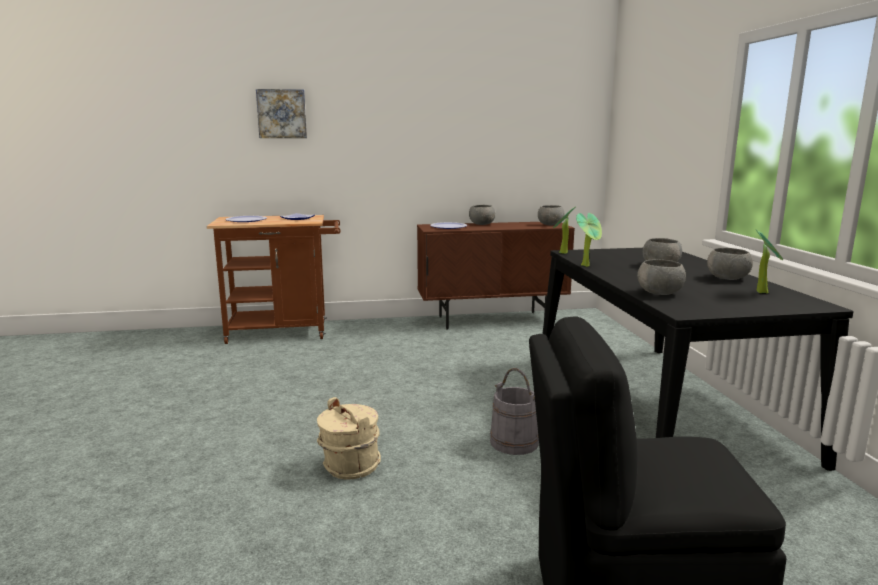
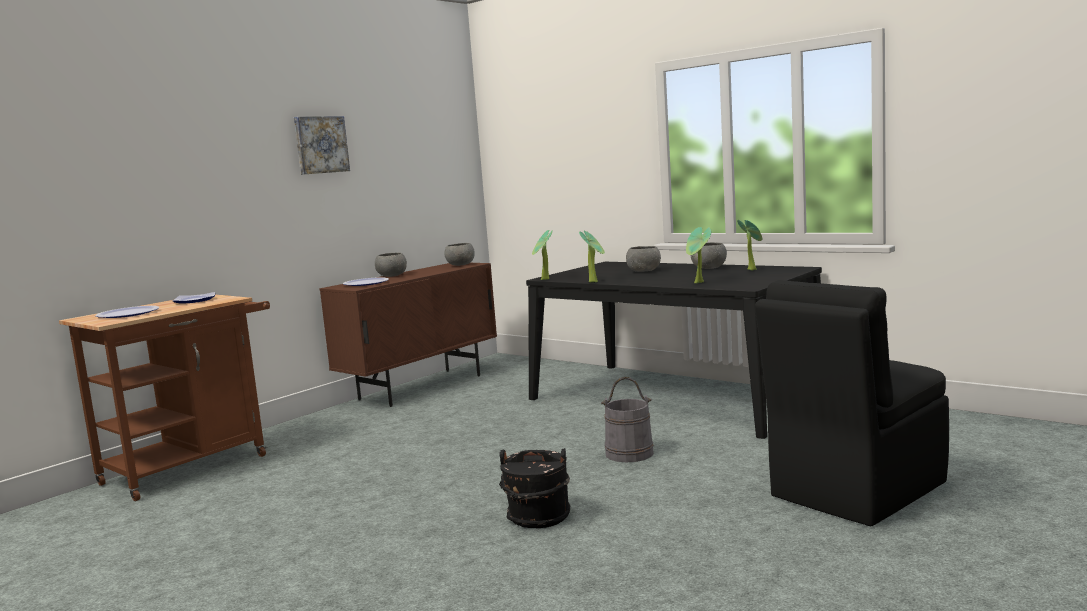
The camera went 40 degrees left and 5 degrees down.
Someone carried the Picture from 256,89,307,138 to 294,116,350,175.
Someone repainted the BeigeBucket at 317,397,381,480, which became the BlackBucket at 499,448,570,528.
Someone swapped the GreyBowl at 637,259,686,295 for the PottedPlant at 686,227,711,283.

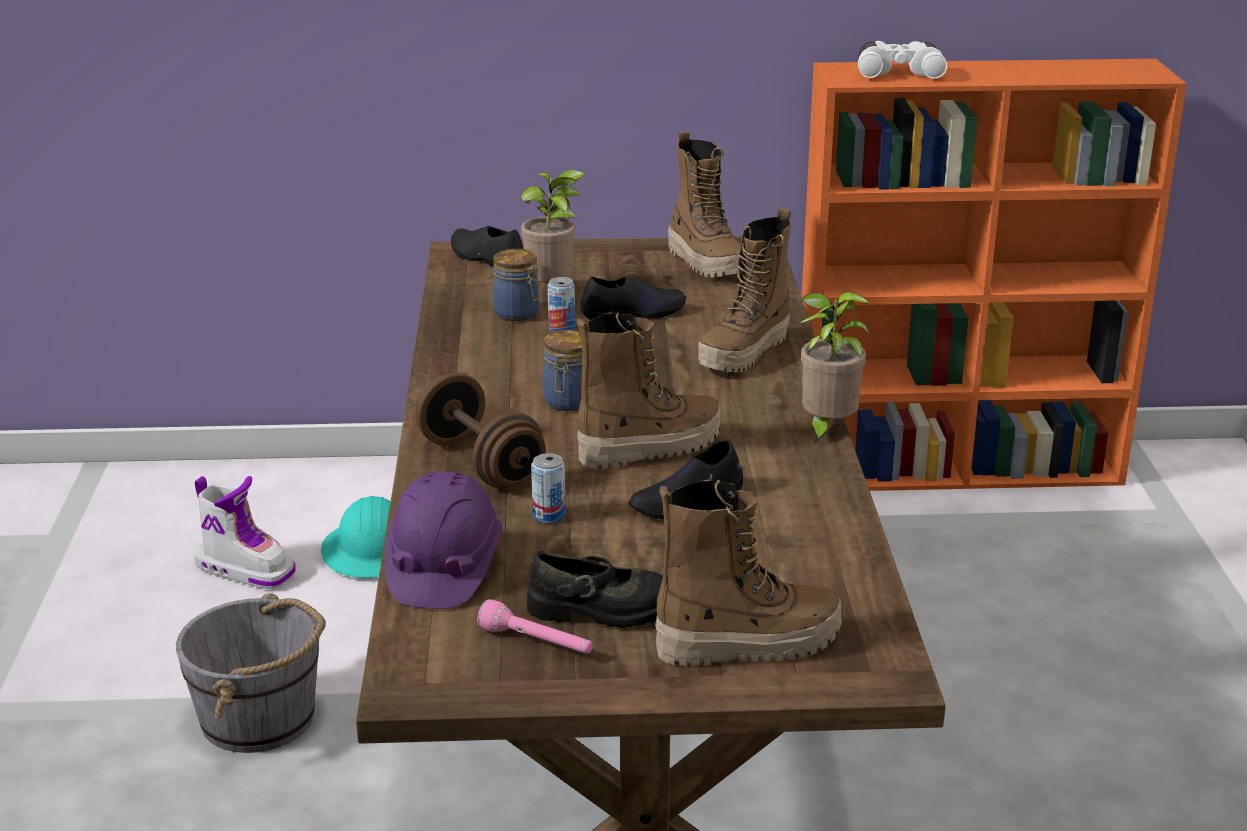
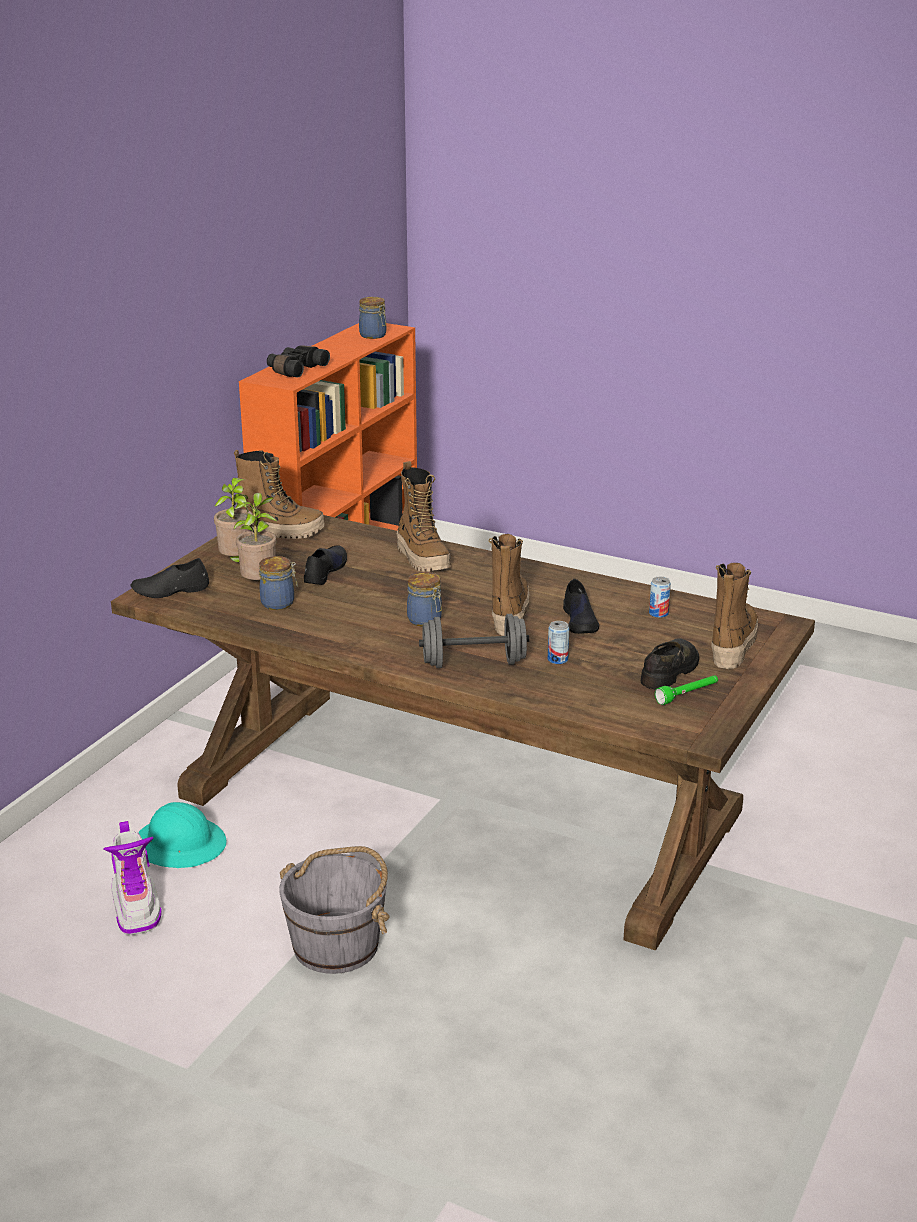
The camera went 60 degrees left and 0 degrees up.
Someone rotated the Boot at 194,476,296,589 by 105 degrees clockwise.
Someone took away the PurpleHardHat at 385,471,502,609.
Someone repainted the BrownDumbbell at 415,372,546,488, which became the GreyDumbbell at 419,614,529,668.
Someone repainted the PinkFlashlight at 477,599,593,654, which became the GreenFlashlight at 655,675,718,705.
Someone carried the Can from 548,277,575,332 to 649,577,671,618.
Someone carried the PottedPlant from 800,292,871,444 to 214,478,253,563.
Someone repainted the WhiteBinoculars at 858,41,947,79, which became the BlackBinoculars at 267,345,330,378.
Someone put down the Jar at 359,297,386,339.

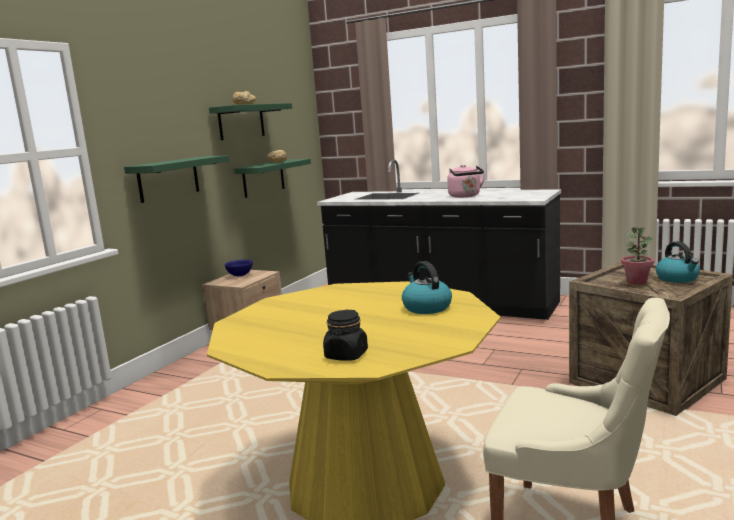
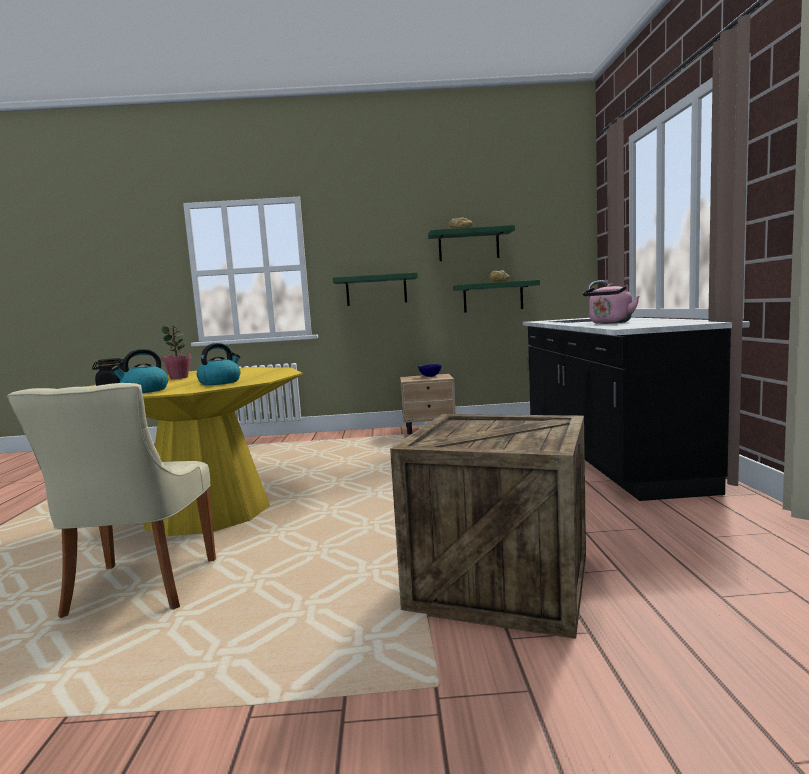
The camera went 60 degrees right and 5 degrees down.
Someone carried the PottedPlant from 621,227,654,285 to 161,325,192,379.
Someone carried the Kettle from 656,241,700,283 to 111,349,168,393.

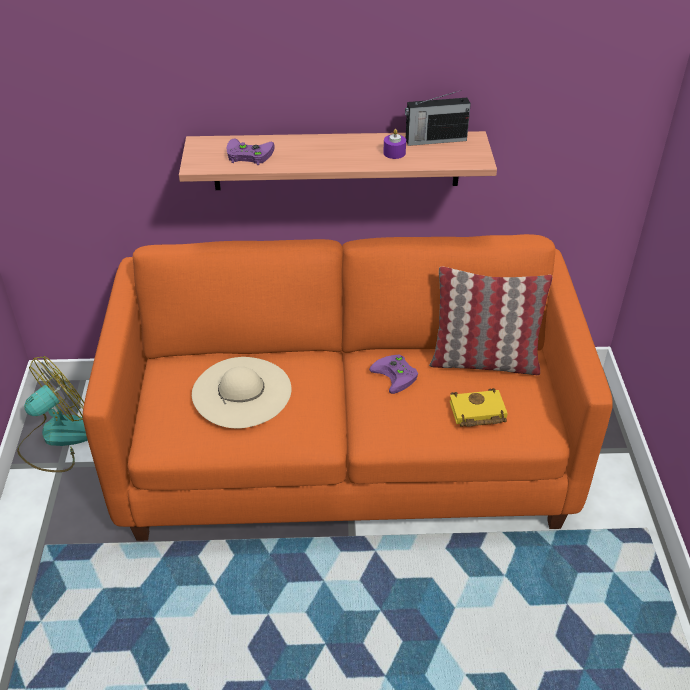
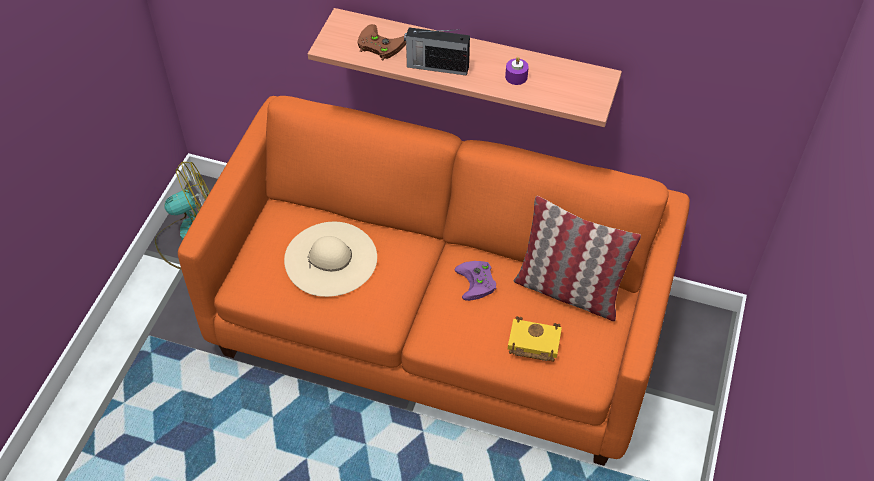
The camera went 20 degrees right and 10 degrees up.
Someone repainted the PurpleGameController at 227,139,275,165, which became the BrownGameController at 357,24,406,60.
Someone carried the Radio from 405,90,471,146 to 404,27,470,76.

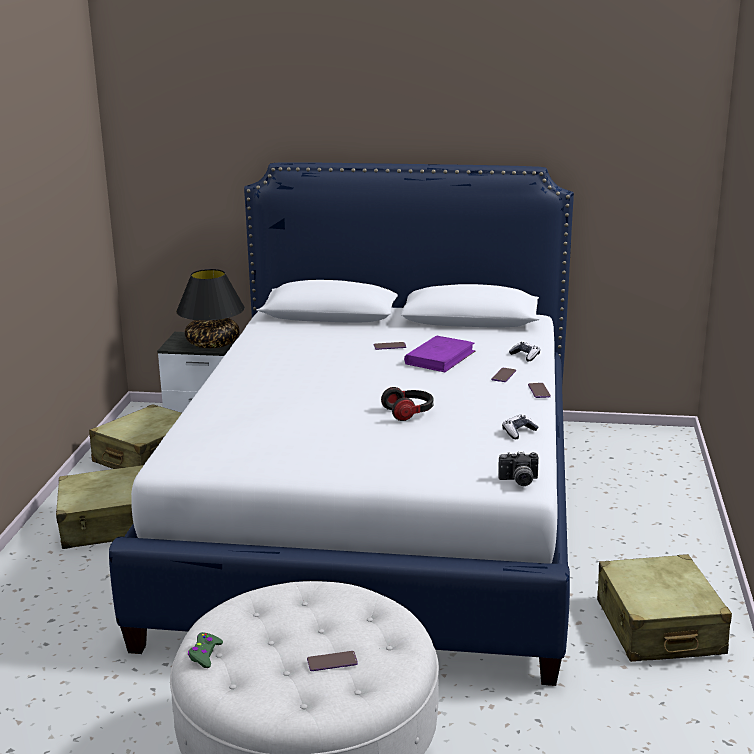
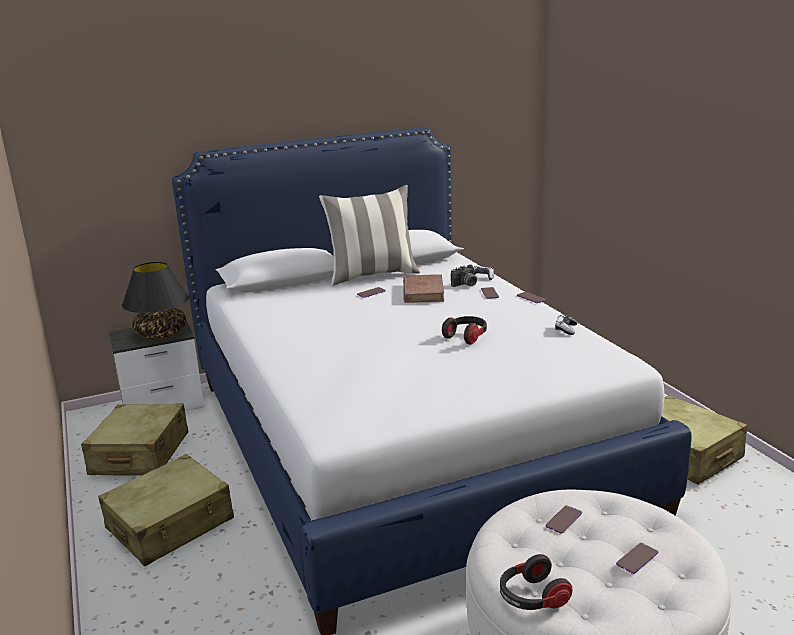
The camera went 30 degrees left and 0 degrees up.
Someone swapped the GreenGameController at 188,632,223,668 for the Headphones at 500,554,573,610.
Someone repainted the PurpleBook at 404,335,476,372, which became the BrownBook at 403,274,444,303.
Someone carried the PhotoCamera from 498,451,539,486 to 451,264,477,287.
Someone put down the Pillow at 319,185,420,286.
Someone put down the Phone at 545,505,582,534.

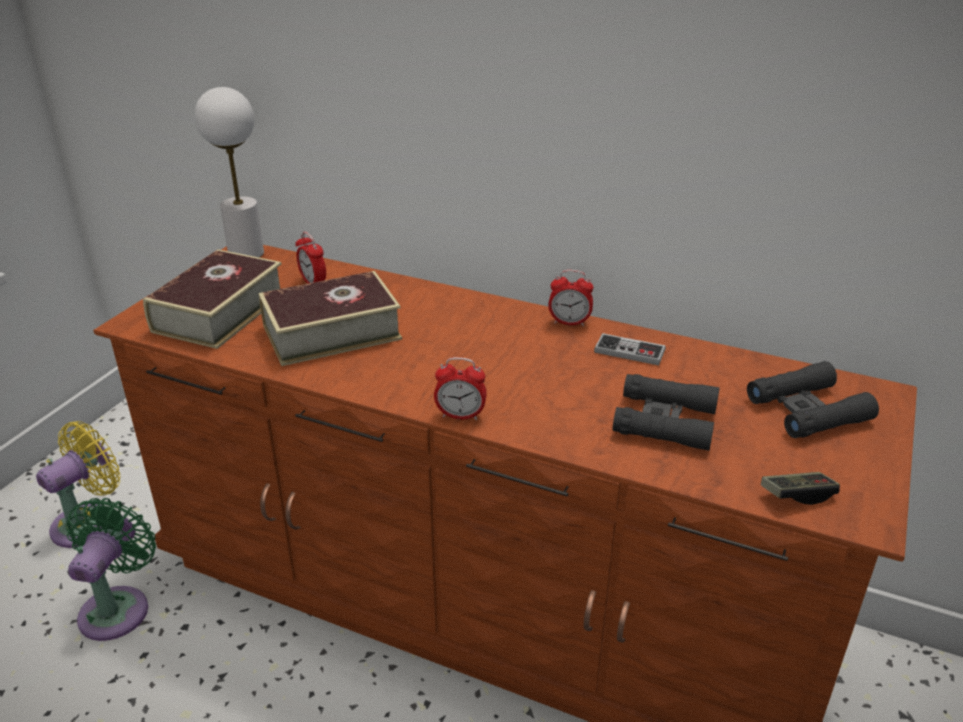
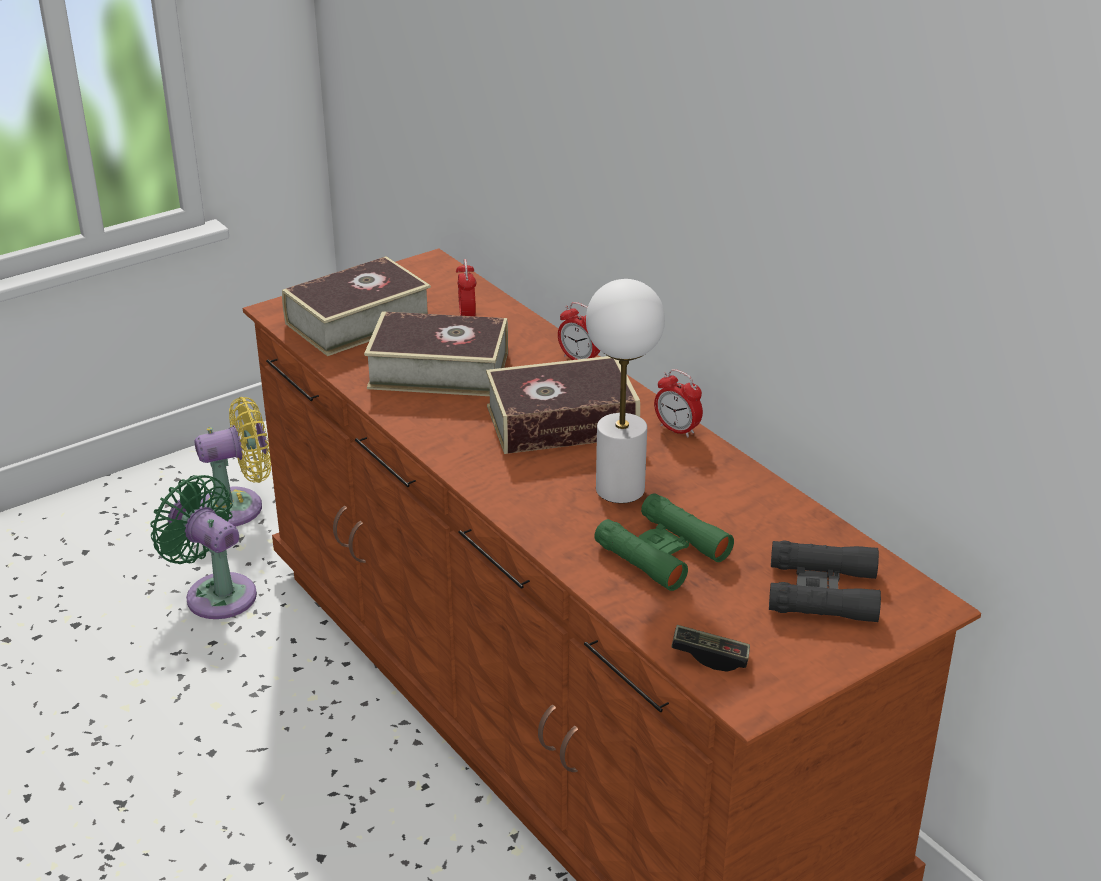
The camera went 30 degrees right and 0 degrees up.
Someone rotated the GreenFan at 66,498,156,641 by 90 degrees counterclockwise.
Someone carried the WhiteTableLamp from 195,87,264,257 to 586,279,665,503.
Someone carried the AlarmClock from 434,357,487,420 to 558,302,600,360.
Someone took away the GameController at 594,333,666,365.
Someone repainted the BlackBinoculars at 613,374,720,451, which became the GreenBinoculars at 594,493,734,591.
Someone put down the Book at 486,356,640,454.

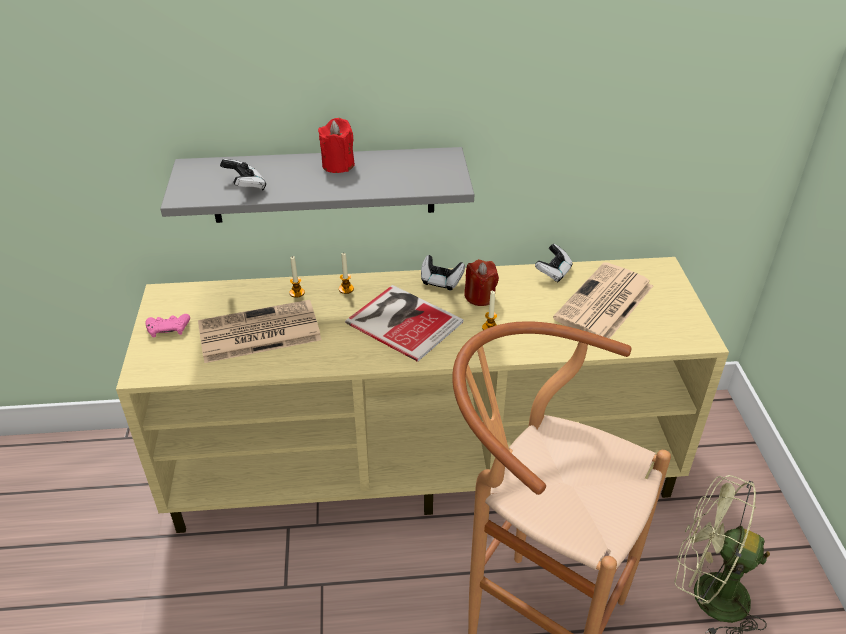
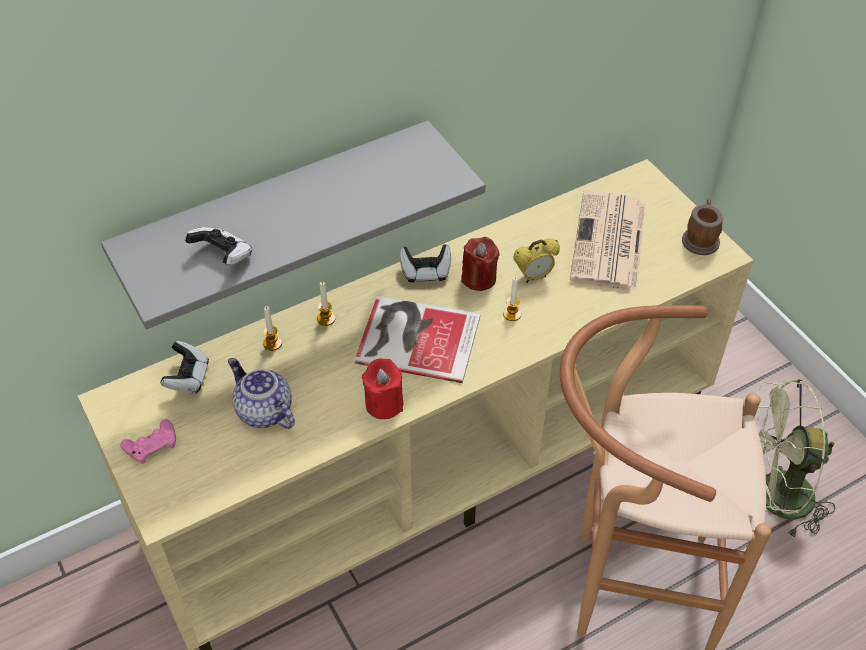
The camera went 25 degrees left and 10 degrees up.
Someone swapped the Newspaper at 198,300,321,363 for the Teapot at 228,358,295,429.
Someone carried the RedCandle from 318,118,355,173 to 362,358,403,419.
Someone carried the GameController from 535,244,573,283 to 160,341,209,394.
Someone put down the AlarmClock at 514,238,560,283.
Someone put down the Mug at 682,199,723,255.

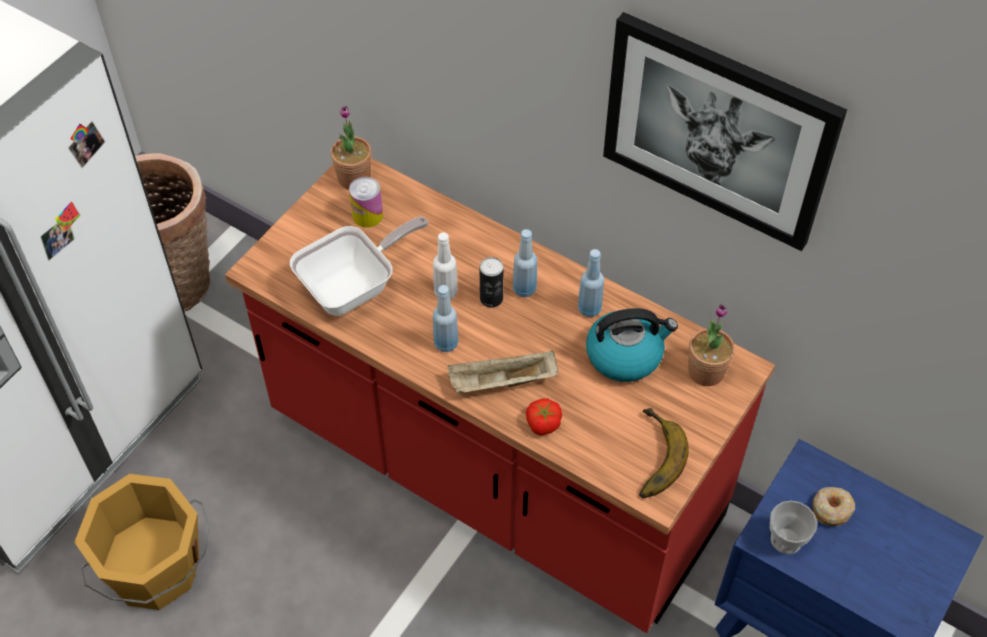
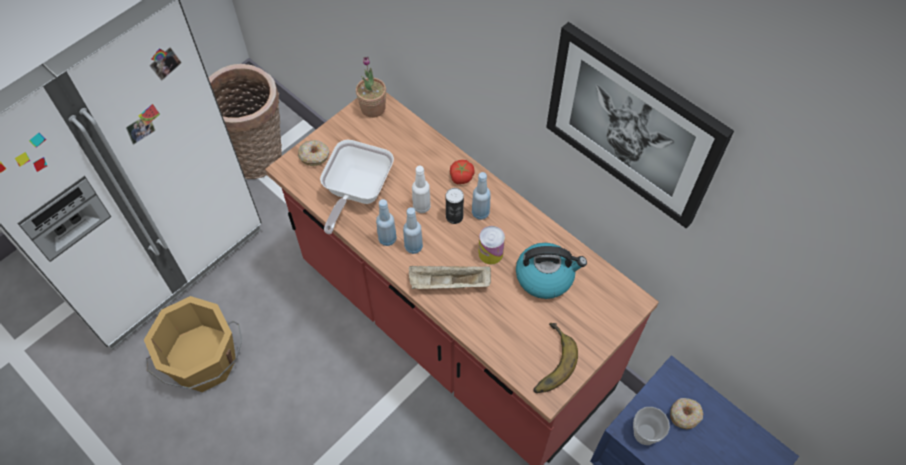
The camera went 10 degrees right and 5 degrees up.
Someone rotated the FryingPan at 290,217,429,316 by 135 degrees clockwise.
Someone carried the Can from 349,177,383,228 to 478,226,505,265.
Someone carried the Tomato from 526,399,562,436 to 450,160,474,184.
Someone carried the BlueBottle from 578,249,604,317 to 376,199,397,246.
Someone took away the PottedPlant at 688,304,735,386.
Someone put down the Donut at 298,140,329,166.

